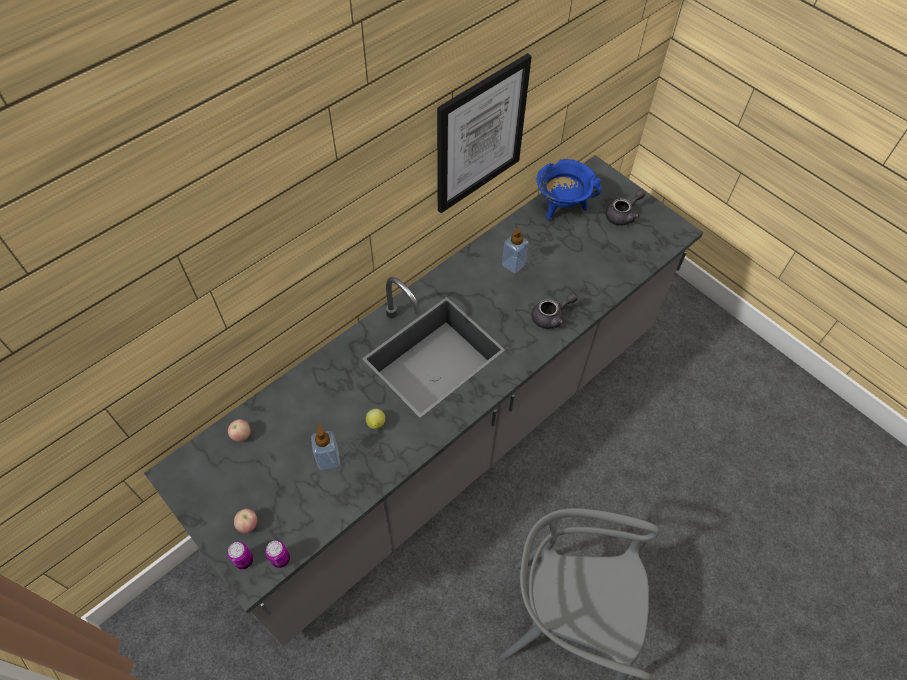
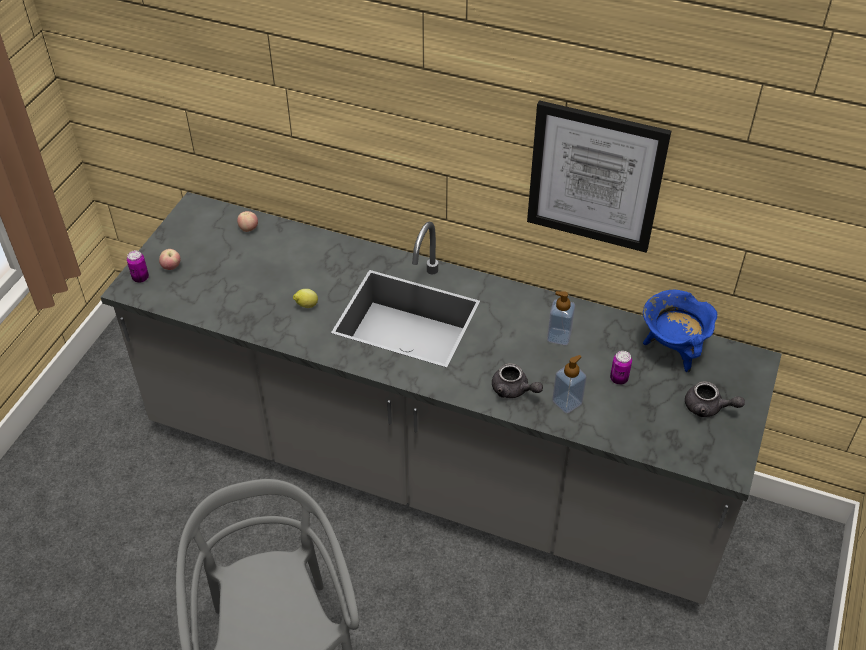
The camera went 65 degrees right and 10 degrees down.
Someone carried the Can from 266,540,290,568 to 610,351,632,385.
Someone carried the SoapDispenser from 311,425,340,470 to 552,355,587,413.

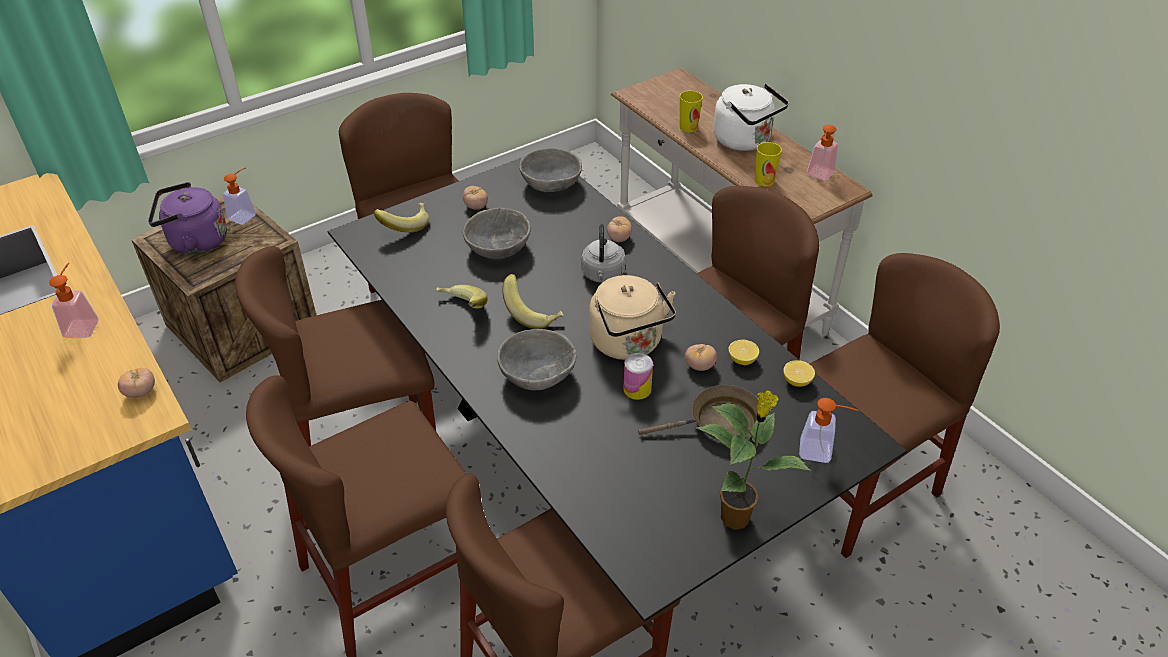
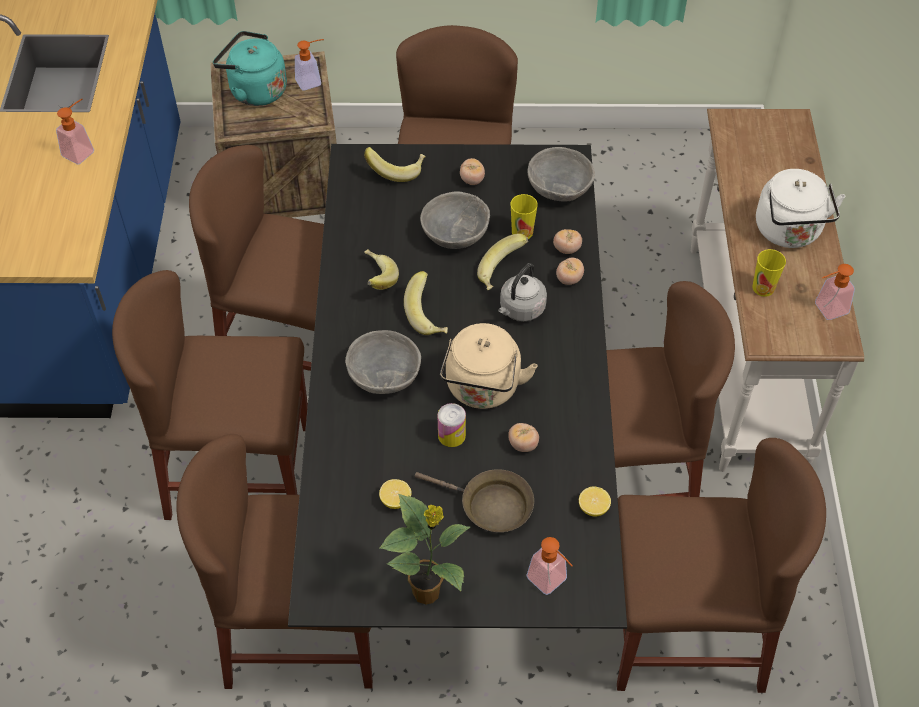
The camera went 35 degrees right and 10 degrees up.
Someone carried the Tomato from 118,368,155,398 to 553,229,582,254.
Someone repainted the PurpleKettle at 148,182,227,254, which became the TurquoiseKettle at 213,31,287,106.
Someone carried the Cup from 680,91,703,132 to 511,194,538,239.
Someone carried the Lemon from 728,340,759,365 to 379,479,412,509.
Someone put down the Banana at 477,233,528,290.

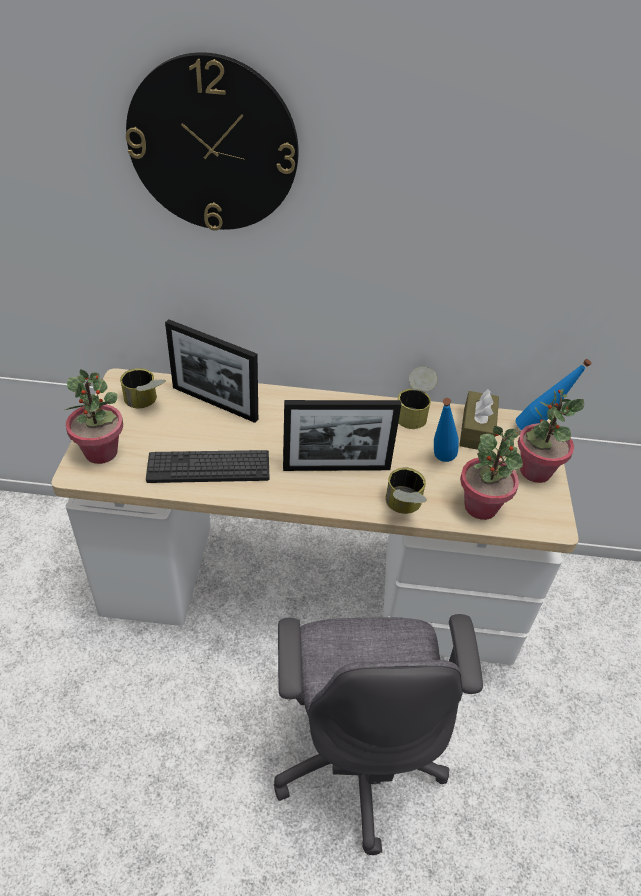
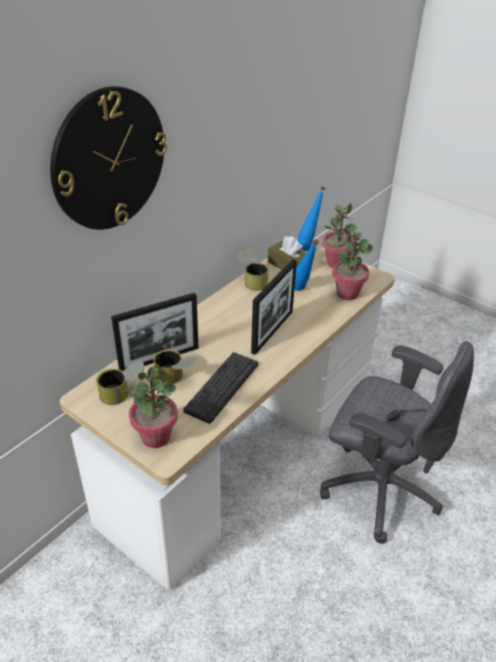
The camera went 55 degrees left and 5 degrees down.
Someone carried the Can from 385,468,427,514 to 153,349,196,384.

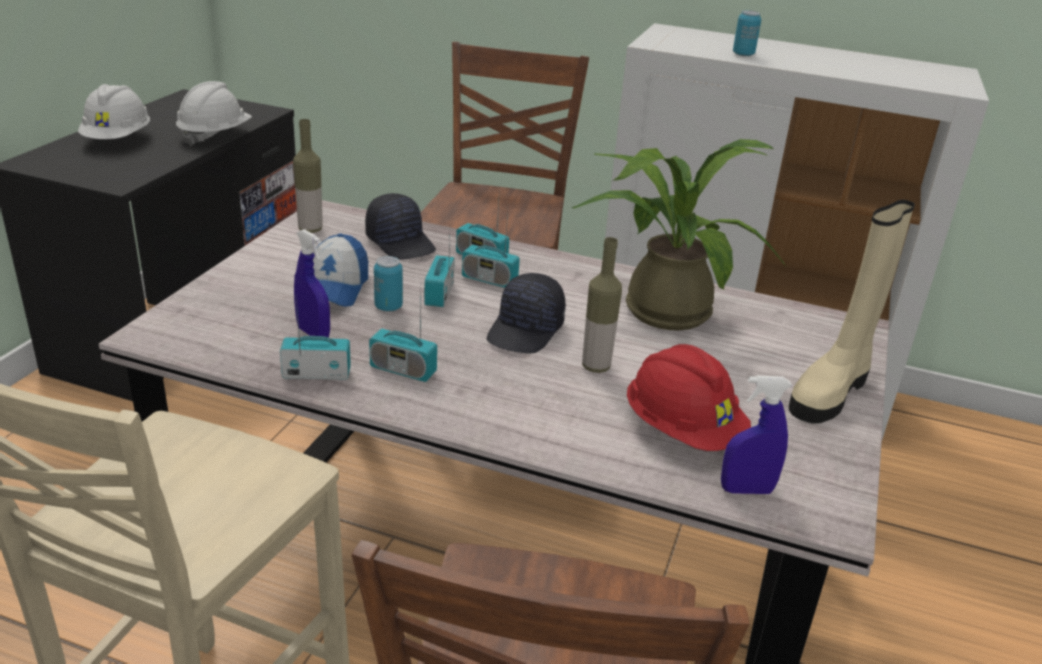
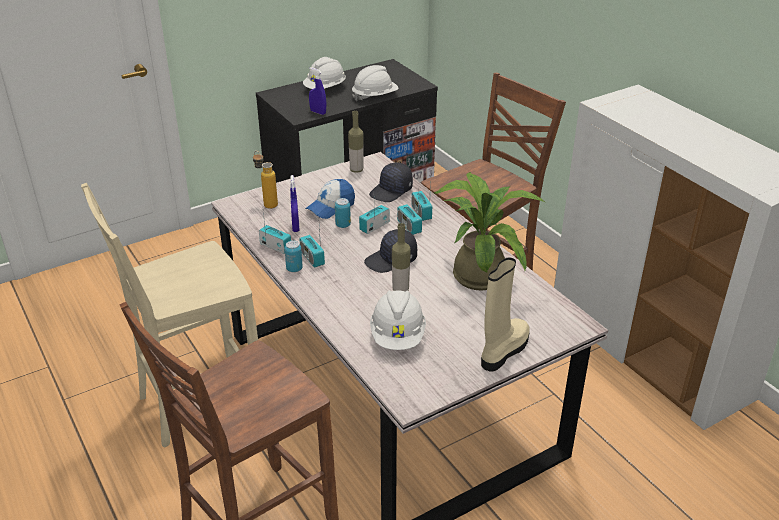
The camera went 40 degrees right and 5 degrees up.
Someone rotated the BlackCap at 365,193,436,259 by 45 degrees clockwise.
Someone repainted the RedHardHat at 627,344,751,451, which became the WhiteHardHat at 370,290,426,350.
Someone carried the BlueSprayBottle from 721,375,792,494 to 309,67,326,115.
Someone carried the Can from 733,10,761,56 to 285,240,303,272.
Someone rotated the BeigeBoot at 789,200,915,424 by 135 degrees clockwise.
Someone put down the Bottle at 253,151,278,209.

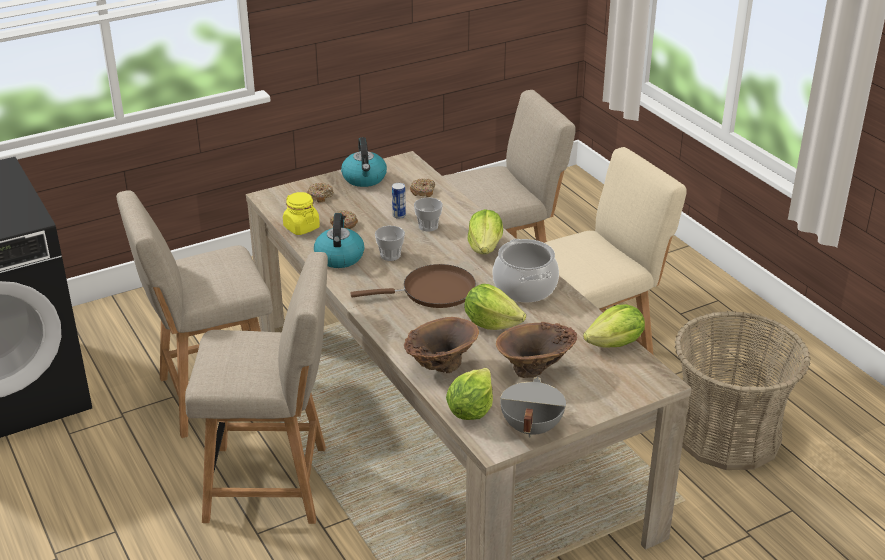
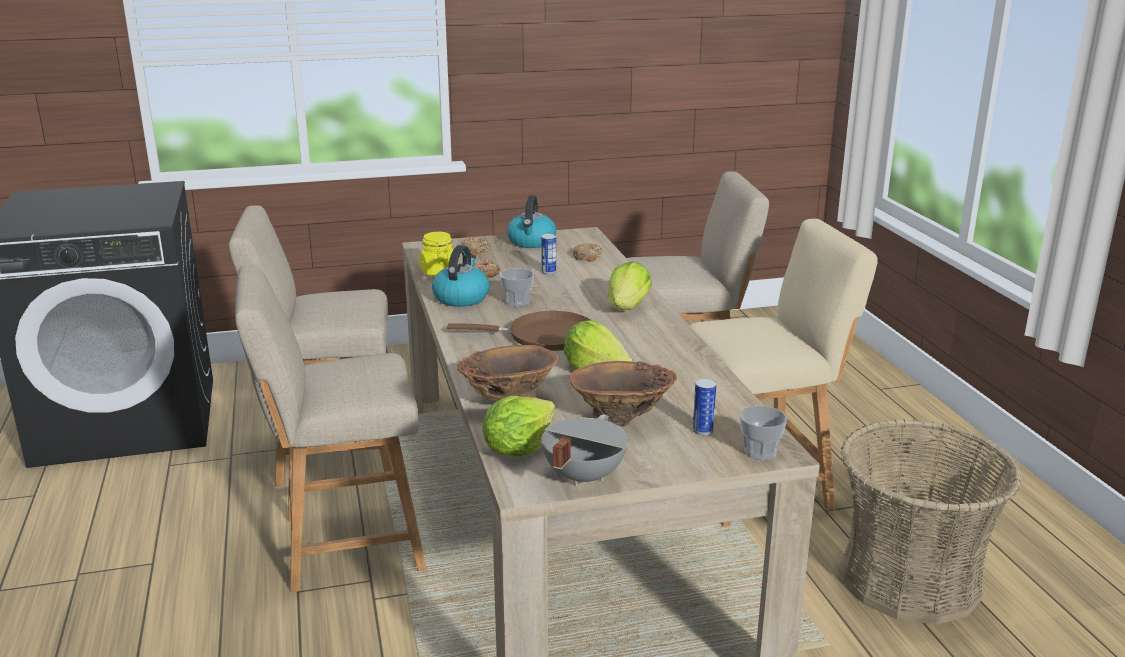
The camera went 15 degrees right and 10 degrees down.
Someone rotated the BeigeChair at 185,252,328,524 by 150 degrees clockwise.
Someone carried the Cup from 414,198,443,232 to 740,406,787,460.
Someone took away the CookingPot at 493,239,559,302.
Someone took away the Lettuce at 583,304,645,347.
Someone put down the Can at 693,378,716,435.

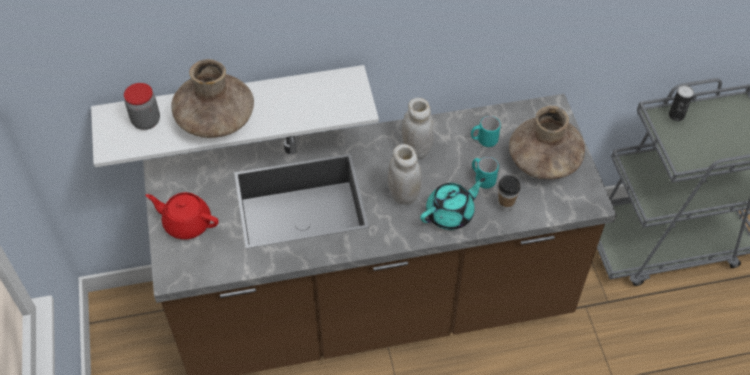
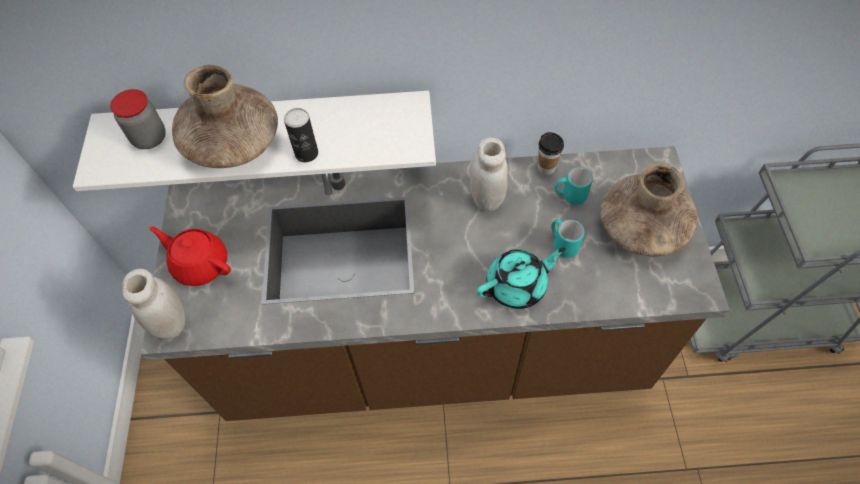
The camera went 10 degrees right and 5 degrees up.
Someone carried the WhiteJar from 388,144,422,205 to 122,269,185,339.
Someone carried the Cup from 498,175,521,212 to 538,132,564,175.
Someone carried the Can from 669,85,694,121 to 284,108,318,162.

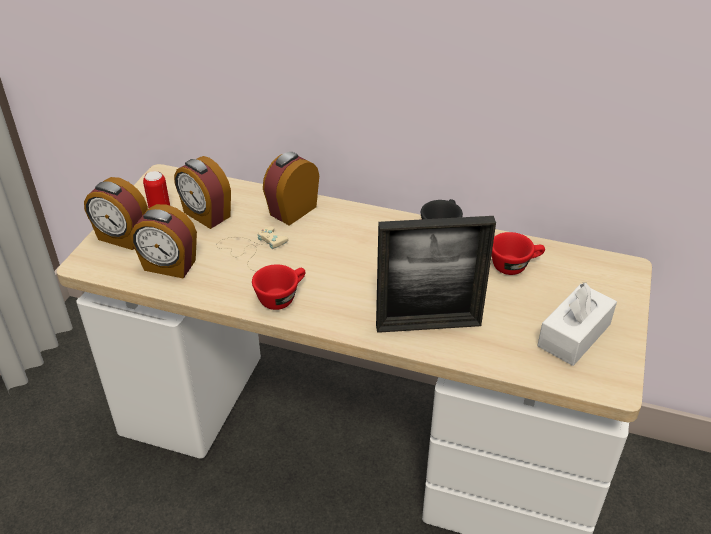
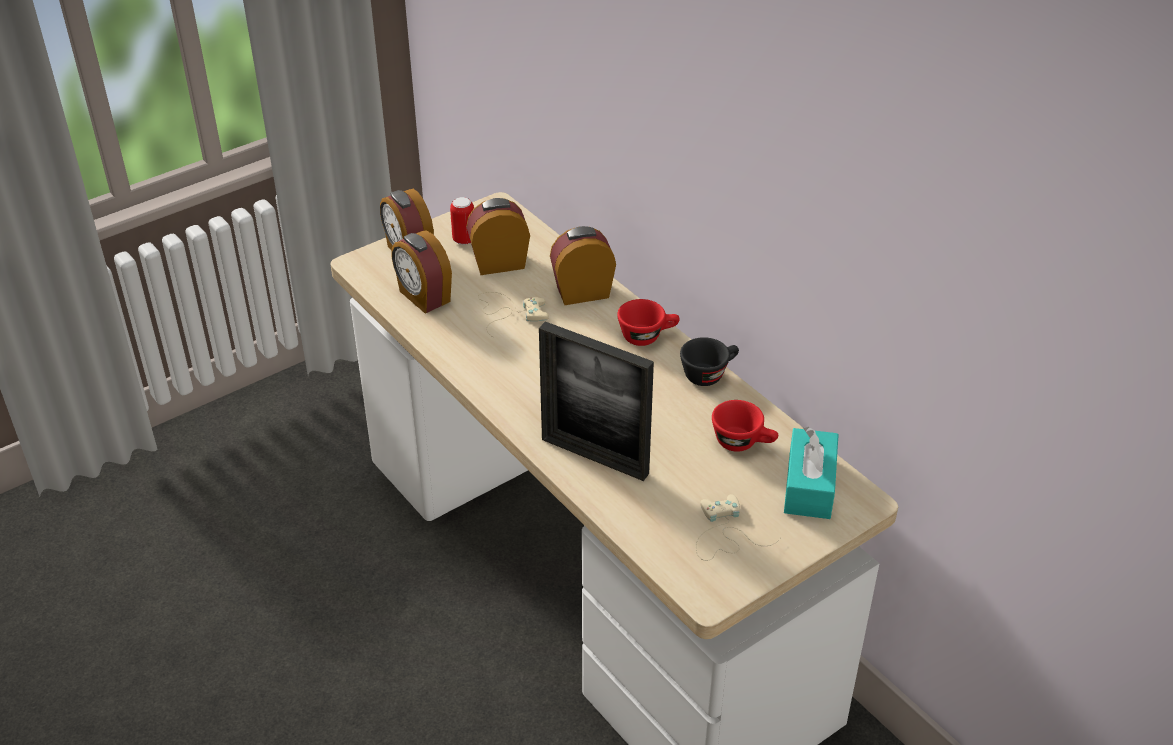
The camera went 35 degrees right and 0 degrees up.
Someone rotated the AlarmClock at 174,156,231,229 by 90 degrees clockwise.
Someone carried the RedCup from 252,264,306,310 to 617,299,680,346.
Someone swapped the WhiteTissueBox at 537,283,617,366 for the BeigeGameController at 695,494,780,561.
Someone put down the TurquoiseTissueBox at 784,427,839,519.

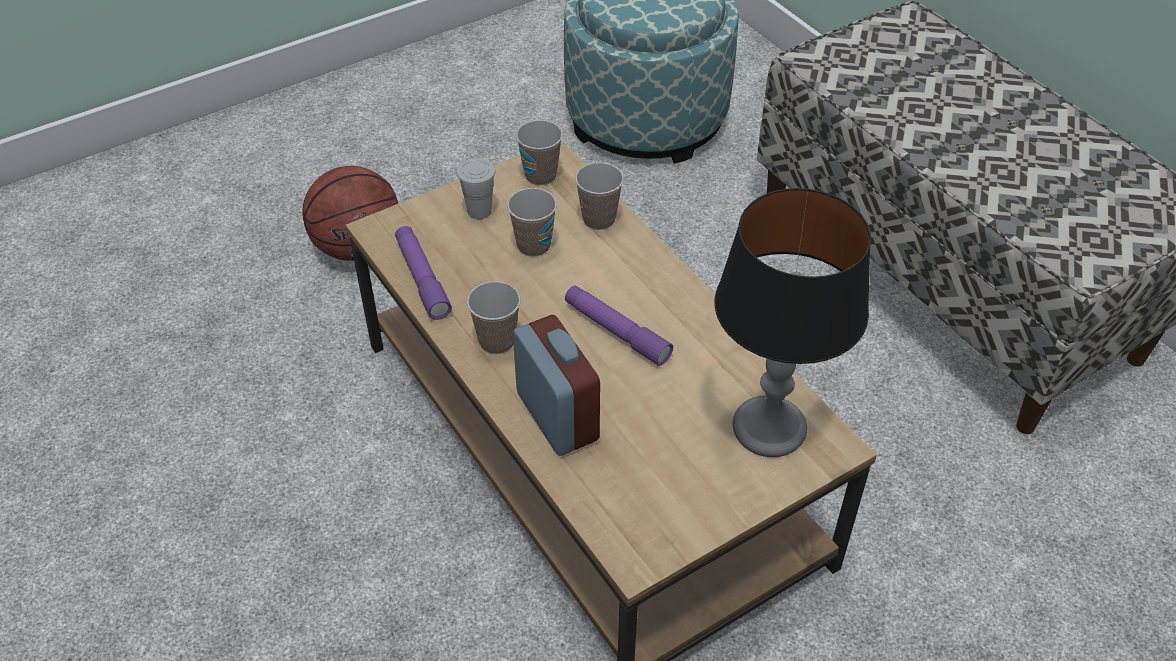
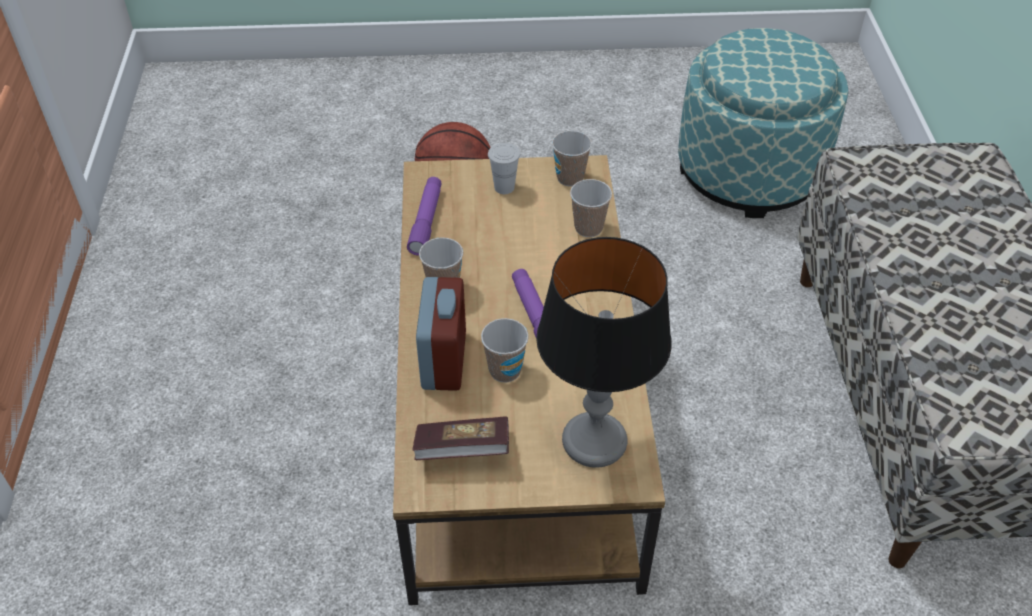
The camera went 30 degrees right and 0 degrees up.
Someone carried the Cup from 507,188,557,257 to 481,318,529,382.
Someone put down the Book at 412,416,509,460.

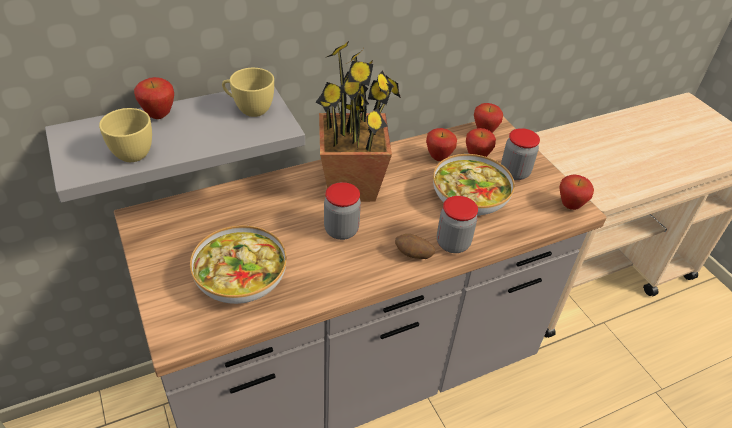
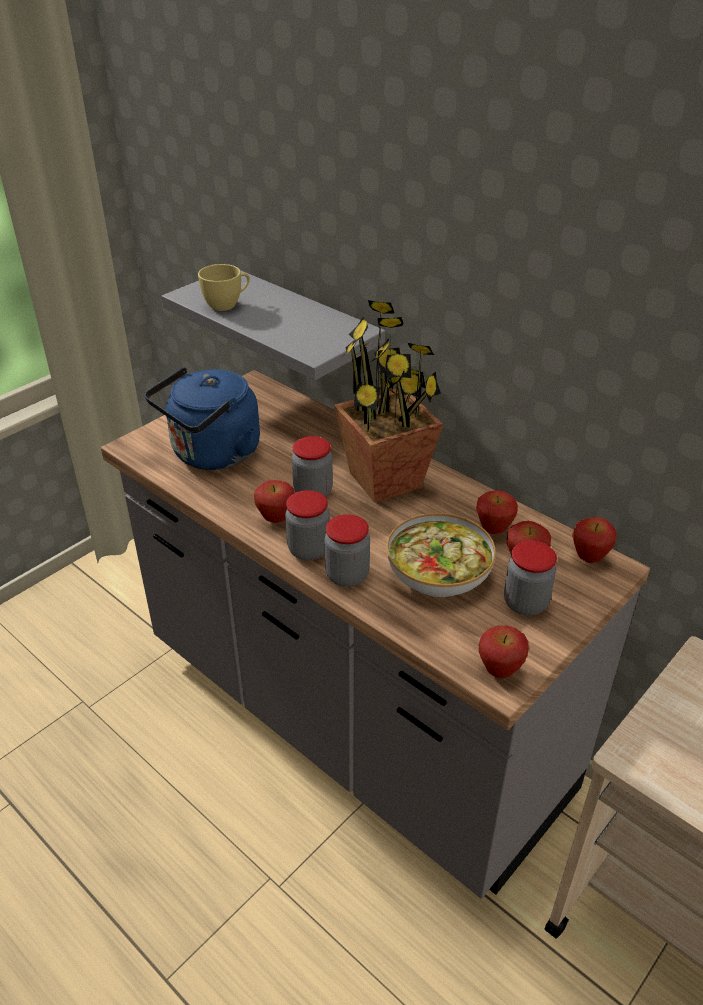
The camera went 70 degrees right and 5 degrees down.
Someone carried the Apple from 134,77,174,119 to 254,480,295,523.
Someone swapped the Bowl at 190,225,287,304 for the BlueKettle at 145,367,260,470.
Someone took away the YellowCup at 222,68,274,117.
Someone swapped the Potato at 395,234,435,259 for the Jar at 285,490,330,561.

